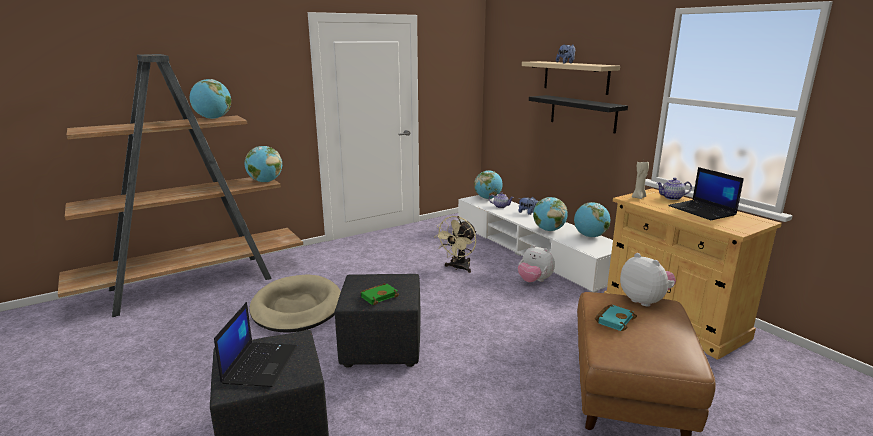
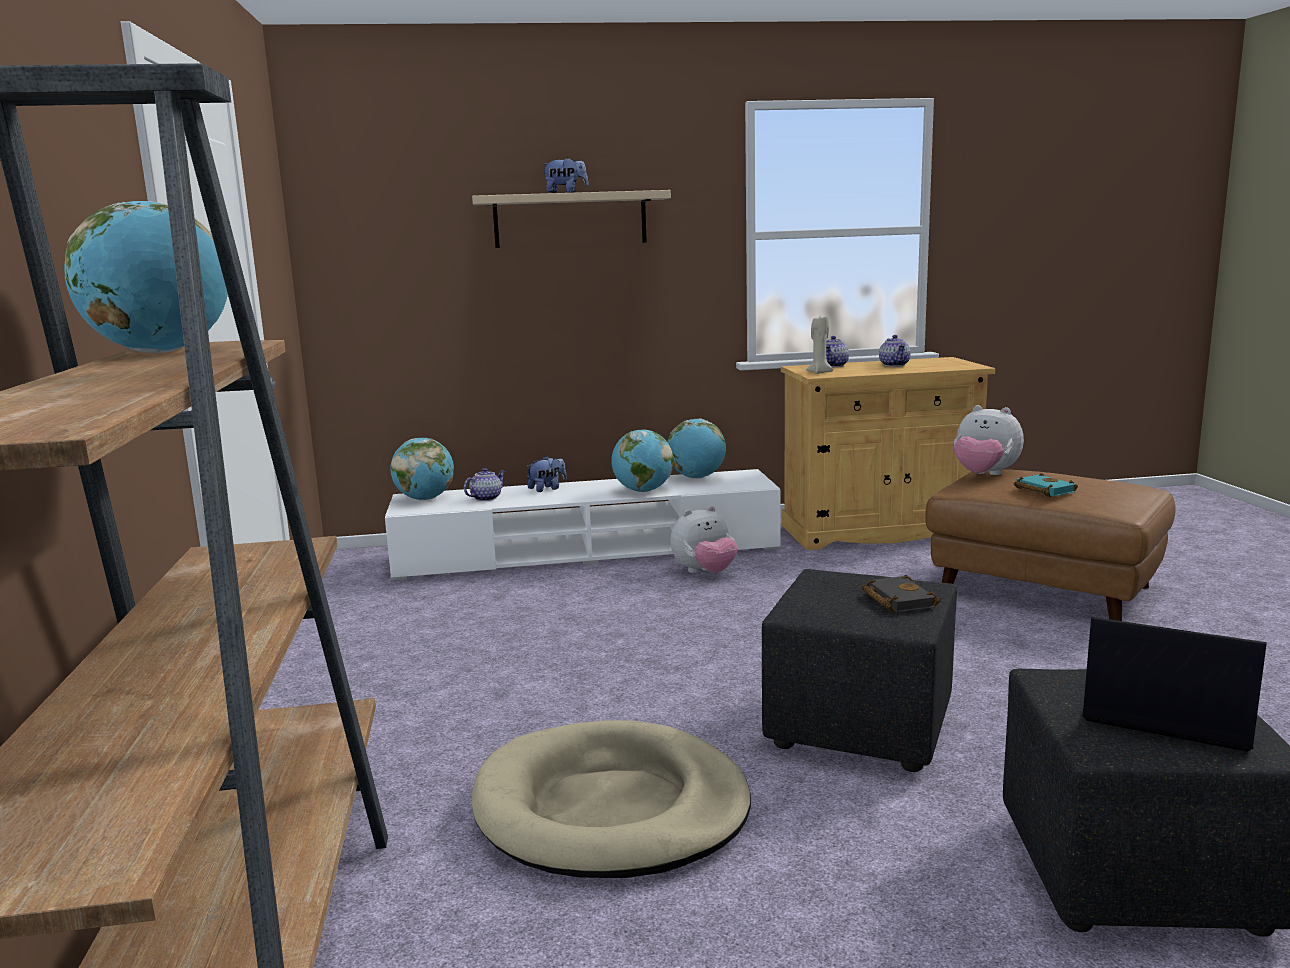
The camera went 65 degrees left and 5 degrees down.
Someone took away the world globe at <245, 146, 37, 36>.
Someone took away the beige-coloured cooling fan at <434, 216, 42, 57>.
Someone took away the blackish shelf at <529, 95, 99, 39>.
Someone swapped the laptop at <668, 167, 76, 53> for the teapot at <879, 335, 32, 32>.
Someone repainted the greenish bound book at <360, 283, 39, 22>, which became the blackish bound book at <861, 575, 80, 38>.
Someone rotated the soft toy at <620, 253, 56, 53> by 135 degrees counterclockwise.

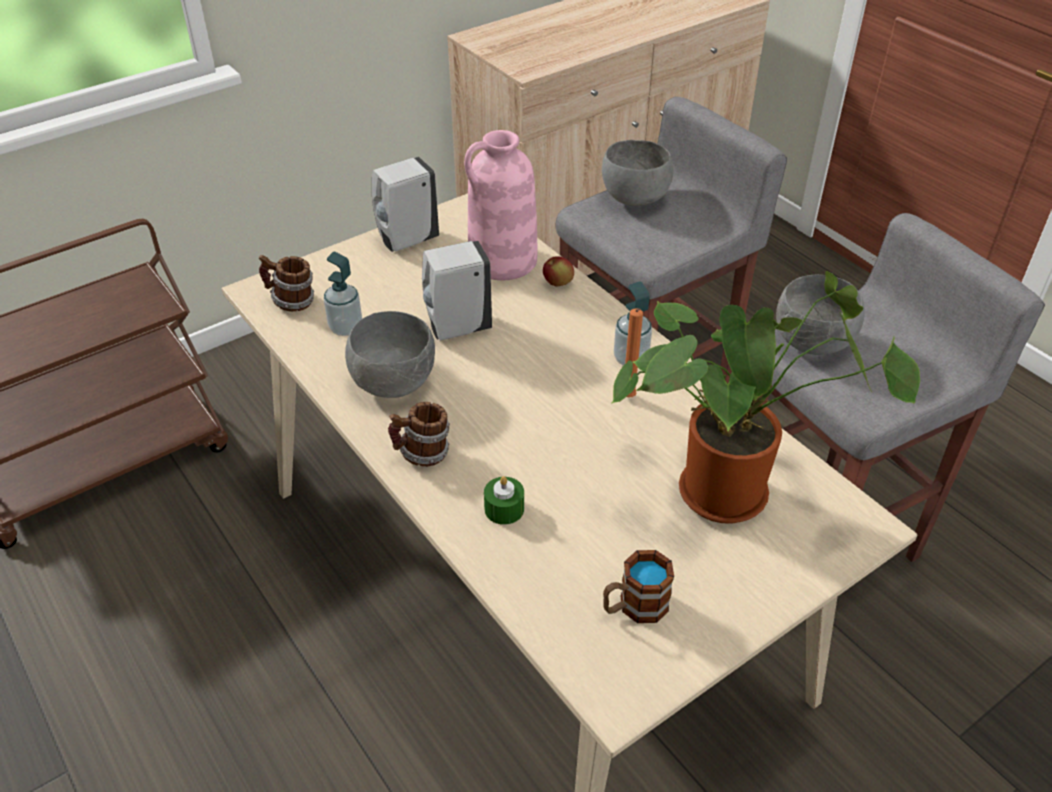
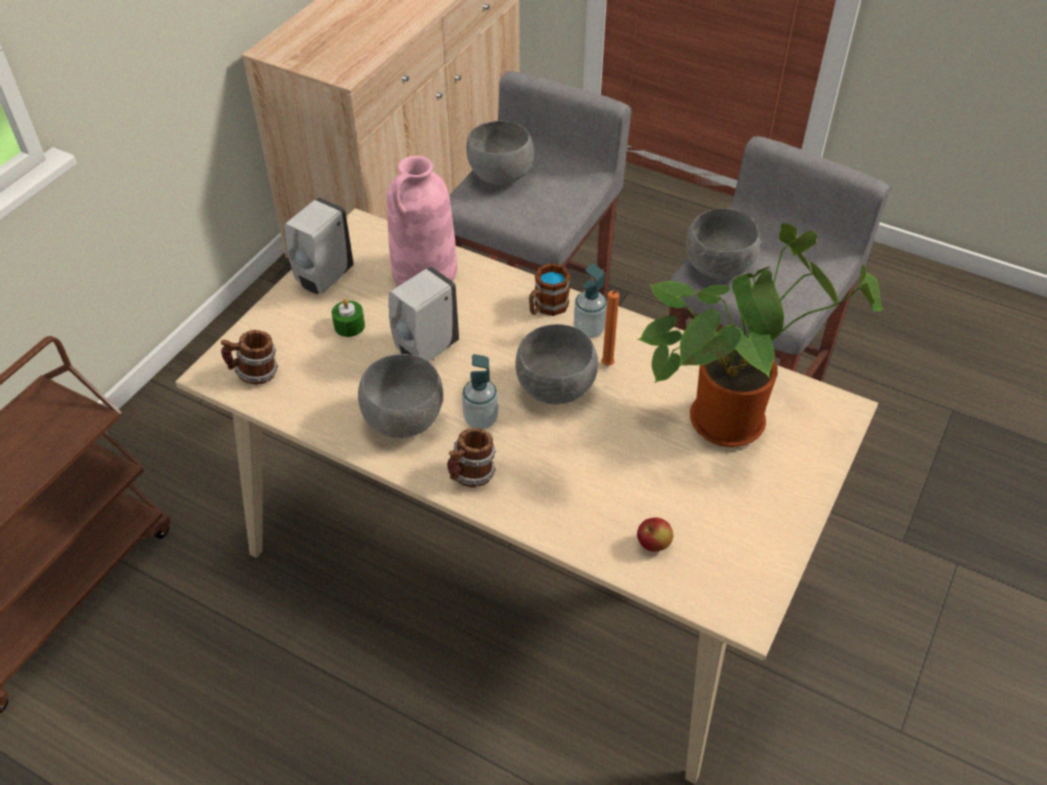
The camera went 25 degrees left and 5 degrees up.
Someone put down the greyish deep dish at <515, 324, 83, 80>.
Someone carried the soap bottle from <324, 252, 38, 84> to <462, 354, 36, 75>.
Someone carried the greenish wax light from <484, 476, 40, 49> to <331, 299, 34, 38>.
Someone carried the apple from <543, 256, 31, 31> to <637, 518, 36, 34>.
Someone carried the coffee mug from <603, 550, 71, 73> to <529, 263, 41, 53>.

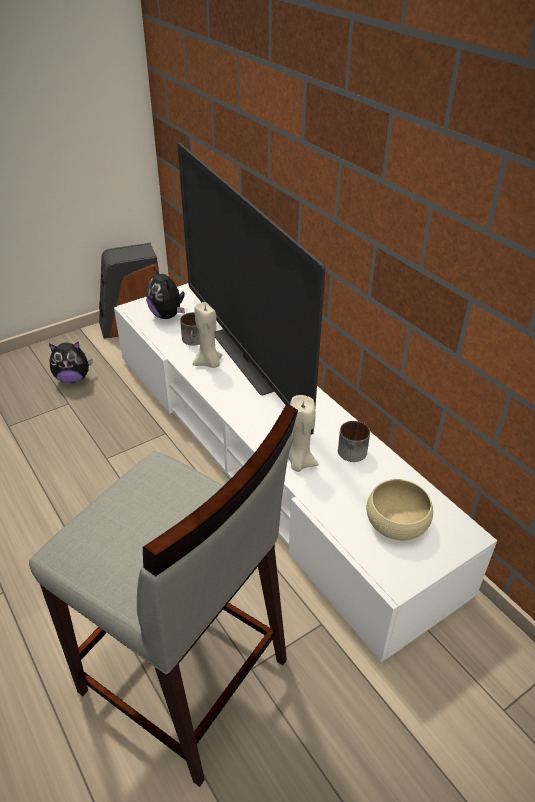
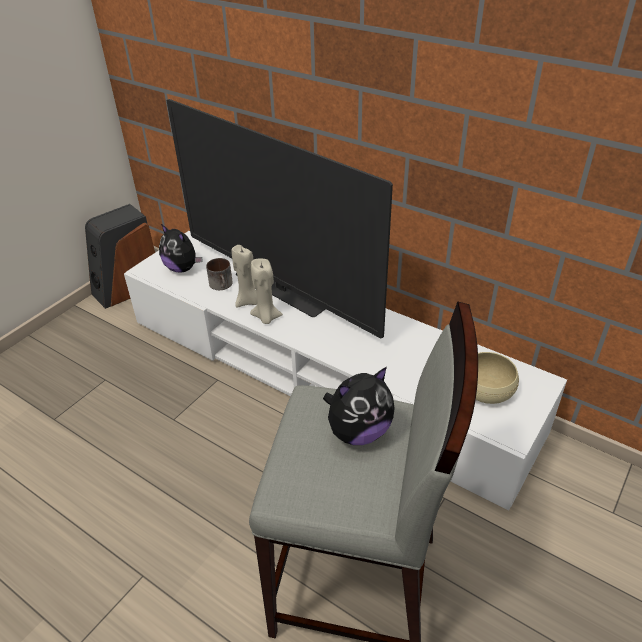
The camera went 20 degrees left and 0 degrees up.
Someone took away the coffee mug at <338, 421, 32, 41>.
Someone carried the soft toy from <49, 342, 44, 41> to <323, 367, 72, 78>.
Someone carried the beige-coloured wax light from <288, 395, 31, 77> to <250, 259, 33, 65>.

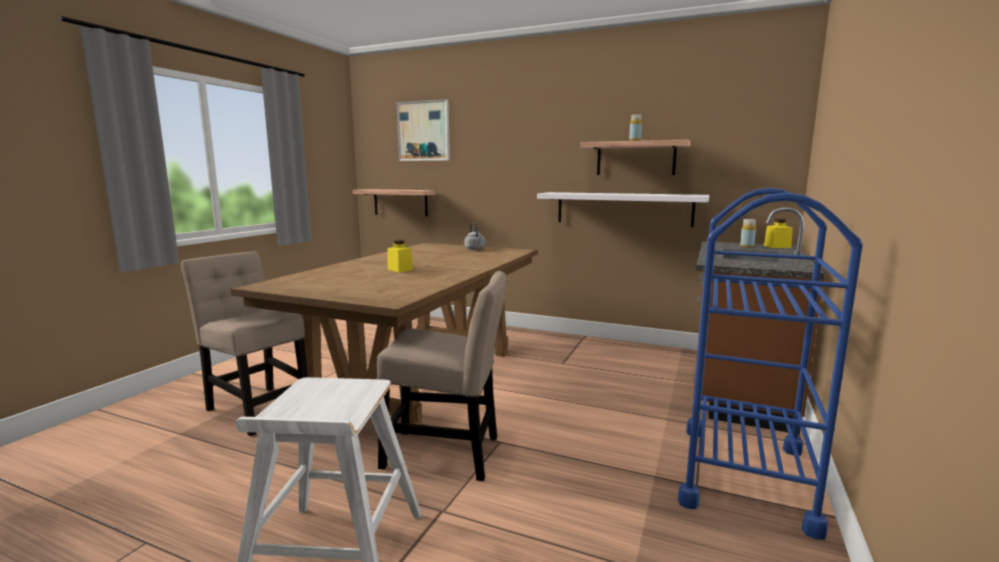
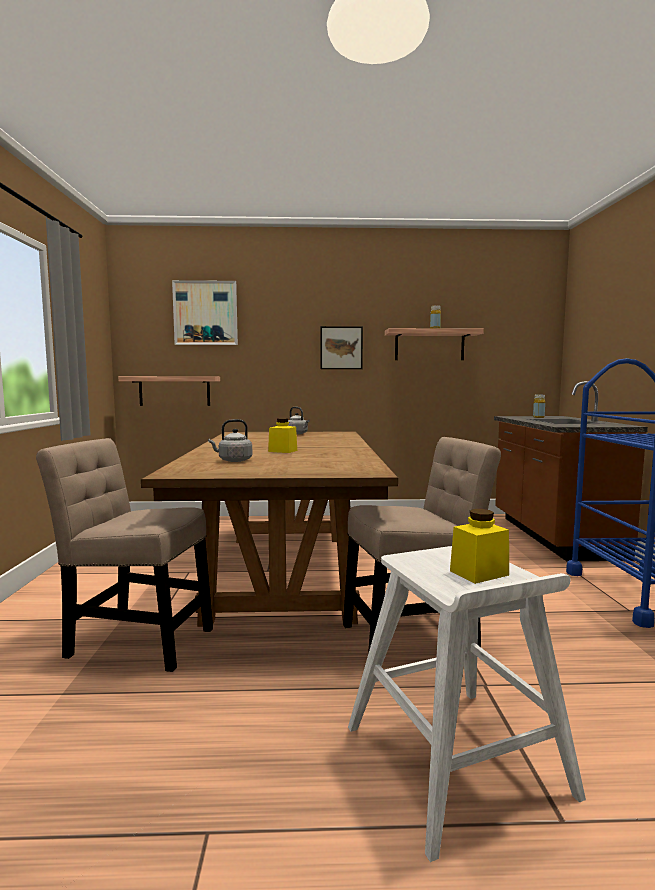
The camera went 25 degrees left and 5 degrees down.
Someone took away the whitish shelf at <537, 192, 172, 35>.
Someone put down the greyish kettle at <208, 419, 44, 43>.
Someone put up the picture at <320, 326, 43, 43>.
Someone carried the yellow storage jar from <764, 219, 29, 29> to <450, 509, 59, 75>.

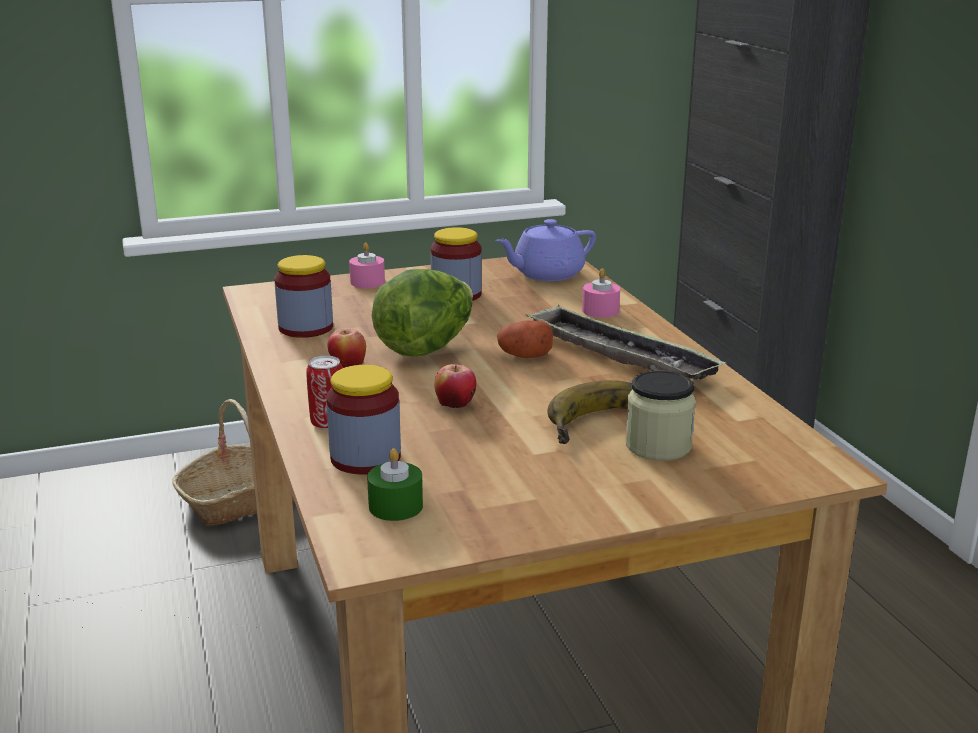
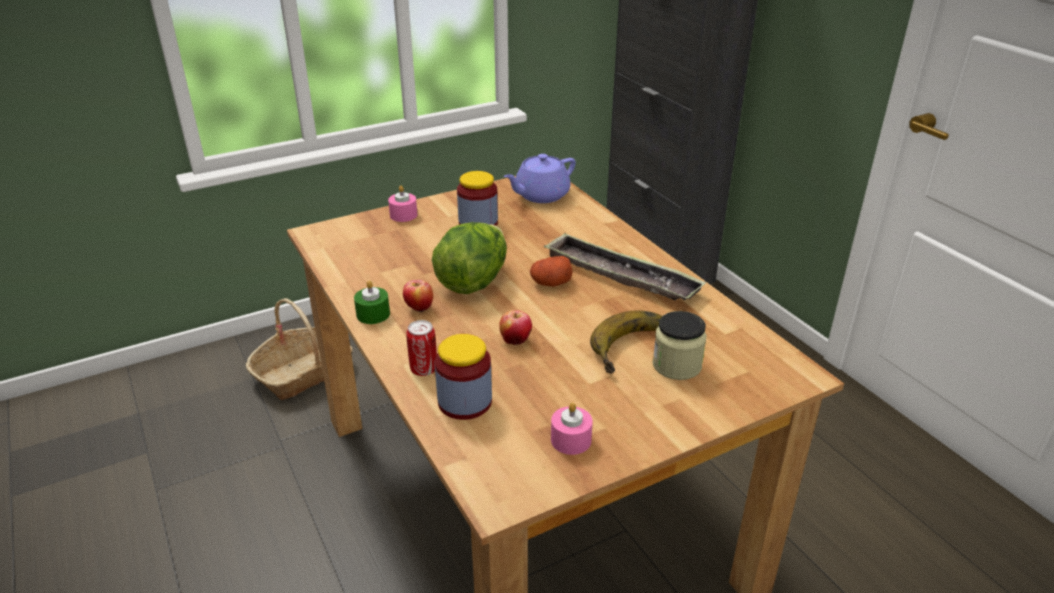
The camera went 10 degrees left and 10 degrees up.
Someone took away the storage jar at <274, 255, 59, 83>.
Someone carried the greenish wax light from <367, 448, 56, 73> to <354, 281, 36, 43>.
Someone carried the pink wax light from <582, 269, 38, 49> to <551, 403, 42, 52>.

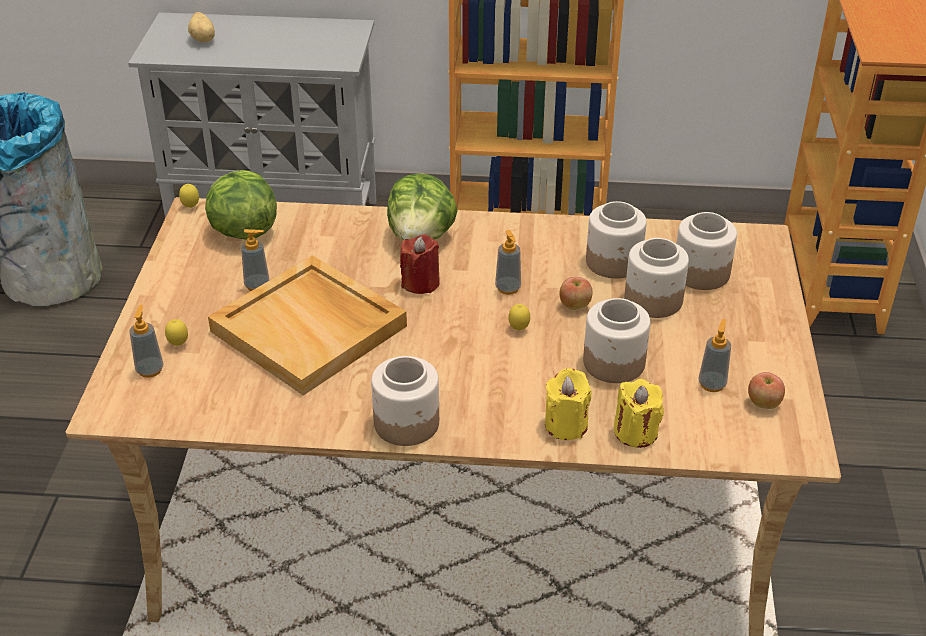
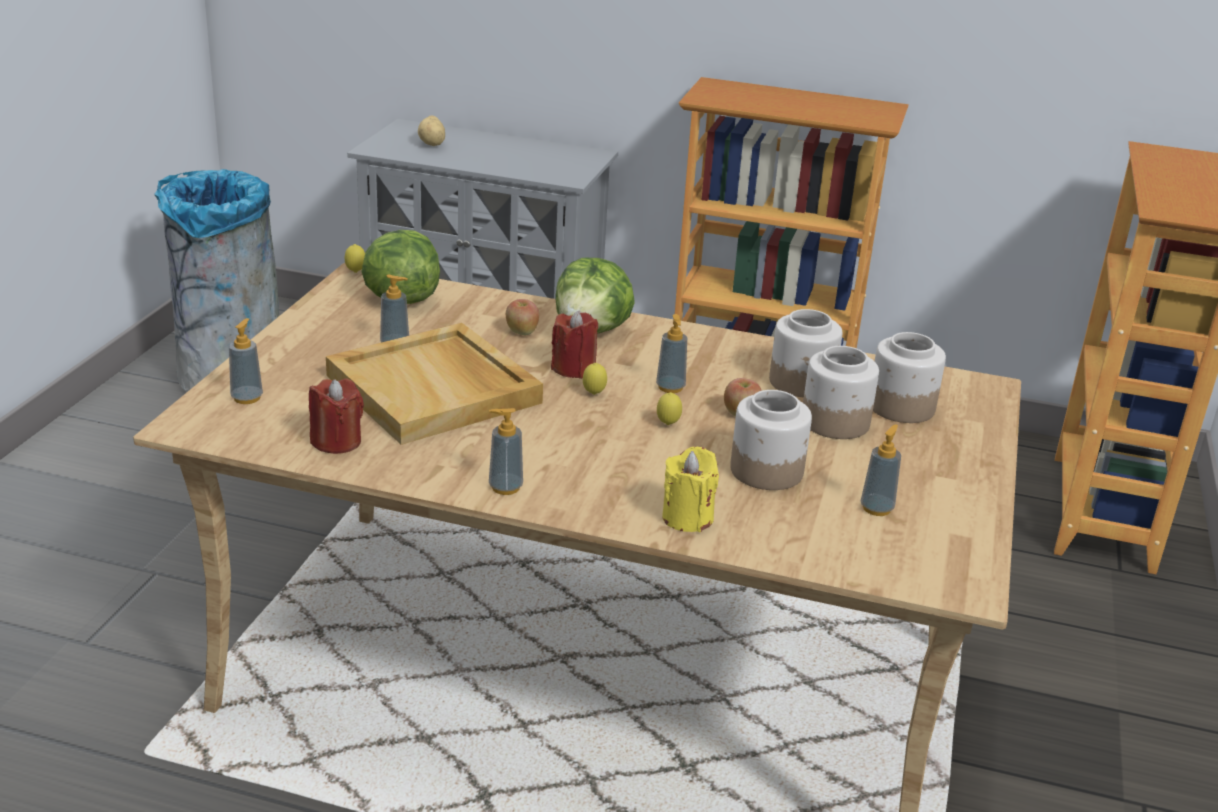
The camera went 10 degrees right and 10 degrees down.
Someone took away the yellow wax light at <614, 379, 50, 69>.
Someone put down the red-coloured wax light at <309, 378, 55, 76>.
Someone carried the lemon from <165, 319, 23, 27> to <583, 363, 24, 32>.
Someone carried the apple from <748, 372, 37, 37> to <506, 299, 33, 36>.
Someone swapped the storage jar at <371, 356, 68, 90> for the soap bottle at <489, 408, 34, 87>.

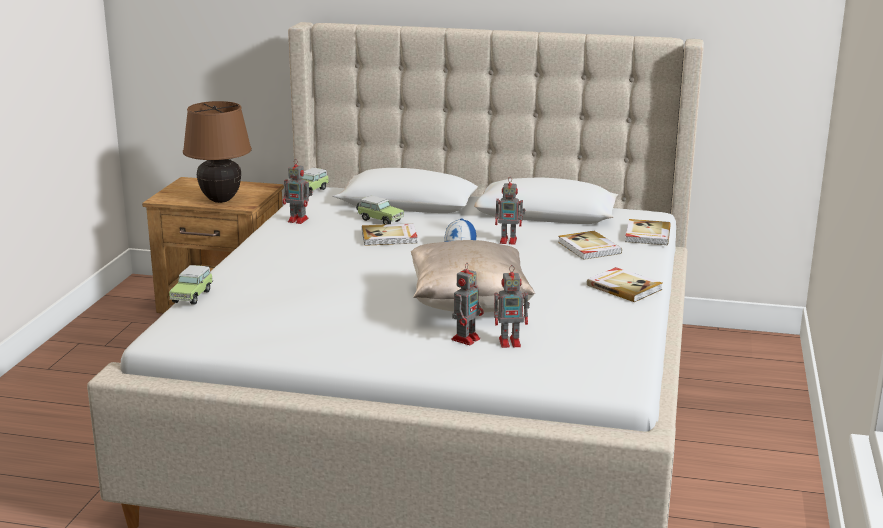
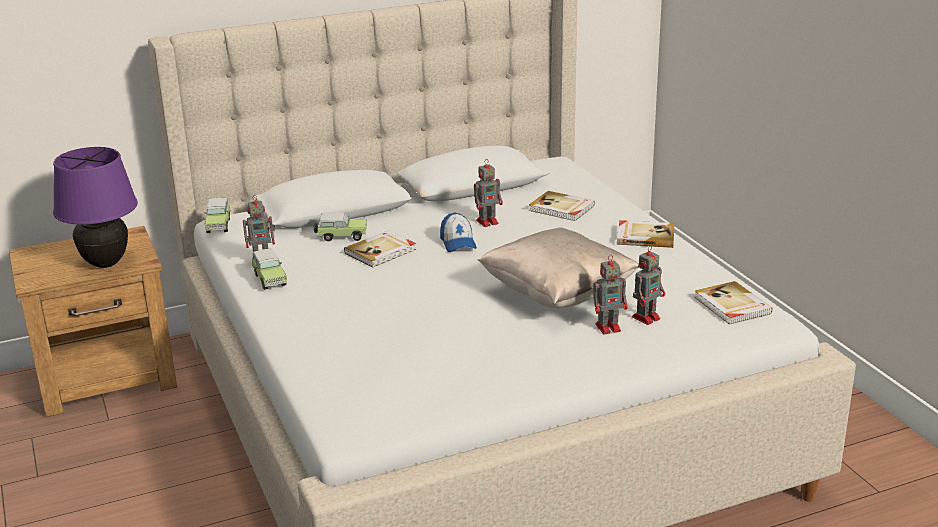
The camera went 35 degrees left and 5 degrees up.
Someone carried the miniature car from <169, 265, 44, 40> to <252, 248, 35, 42>.
Someone carried the bound book from <625, 219, 46, 26> to <694, 281, 79, 44>.
Someone repainted the brown lamp for a table at <183, 101, 69, 102>, which became the purplish lamp for a table at <53, 147, 85, 121>.
Someone rotated the robot figure at <451, 263, 33, 82> by 75 degrees clockwise.

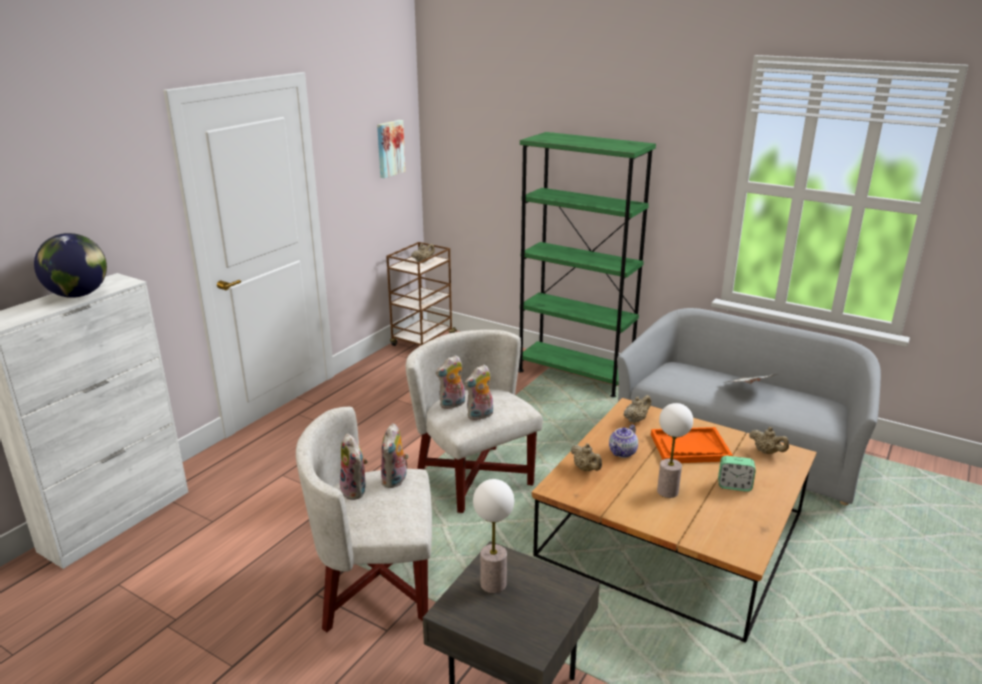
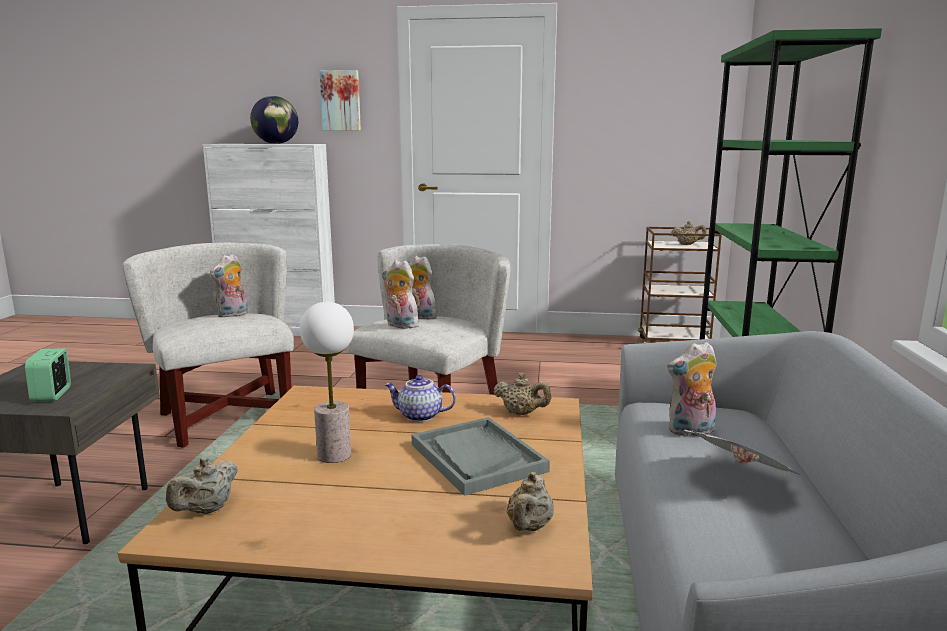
The camera went 65 degrees right and 10 degrees down.
Someone took away the lamp for a table at <473, 479, 41, 114>.
Someone carried the picture from <377, 120, 29, 58> to <320, 70, 41, 61>.
Someone carried the soft toy from <381, 423, 28, 65> to <667, 341, 49, 96>.
Someone carried the beige-coloured teapot from <571, 443, 31, 28> to <166, 457, 72, 57>.
Someone carried the table clock from <718, 456, 38, 36> to <25, 348, 46, 54>.
Someone repainted the orange-coloured serving tray at <651, 427, 82, 36>, which became the greyish serving tray at <412, 417, 138, 79>.

